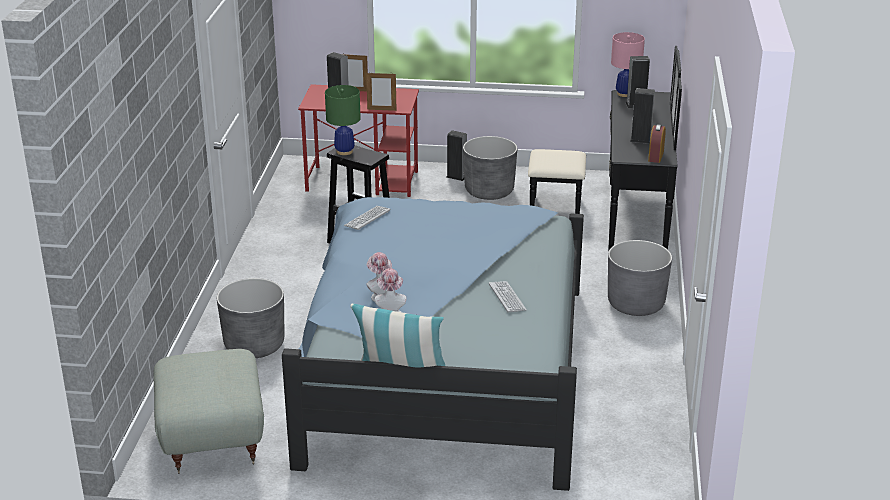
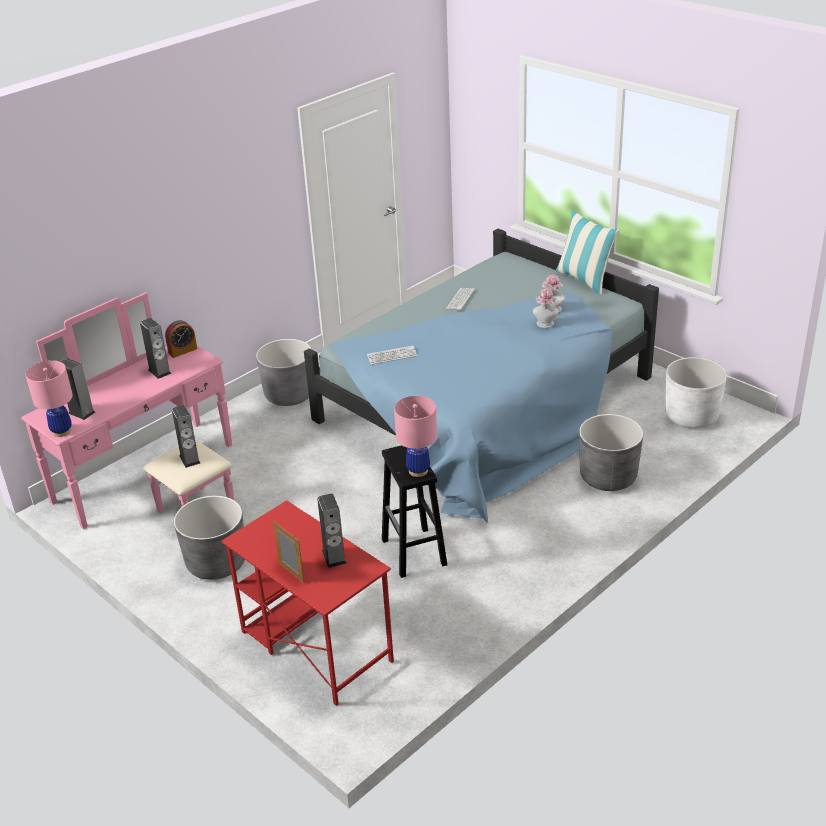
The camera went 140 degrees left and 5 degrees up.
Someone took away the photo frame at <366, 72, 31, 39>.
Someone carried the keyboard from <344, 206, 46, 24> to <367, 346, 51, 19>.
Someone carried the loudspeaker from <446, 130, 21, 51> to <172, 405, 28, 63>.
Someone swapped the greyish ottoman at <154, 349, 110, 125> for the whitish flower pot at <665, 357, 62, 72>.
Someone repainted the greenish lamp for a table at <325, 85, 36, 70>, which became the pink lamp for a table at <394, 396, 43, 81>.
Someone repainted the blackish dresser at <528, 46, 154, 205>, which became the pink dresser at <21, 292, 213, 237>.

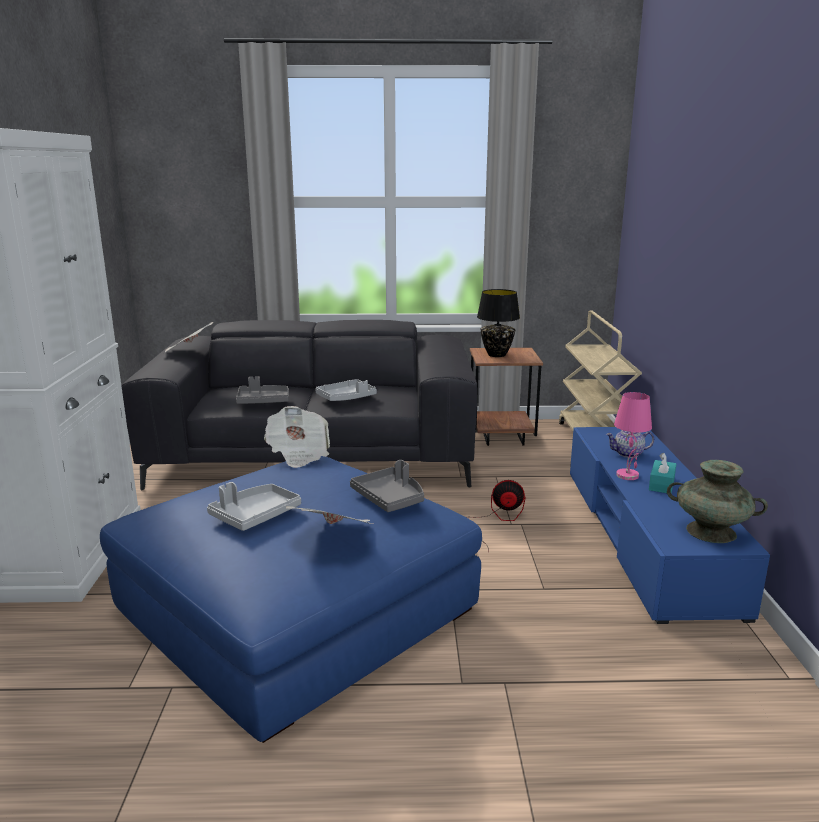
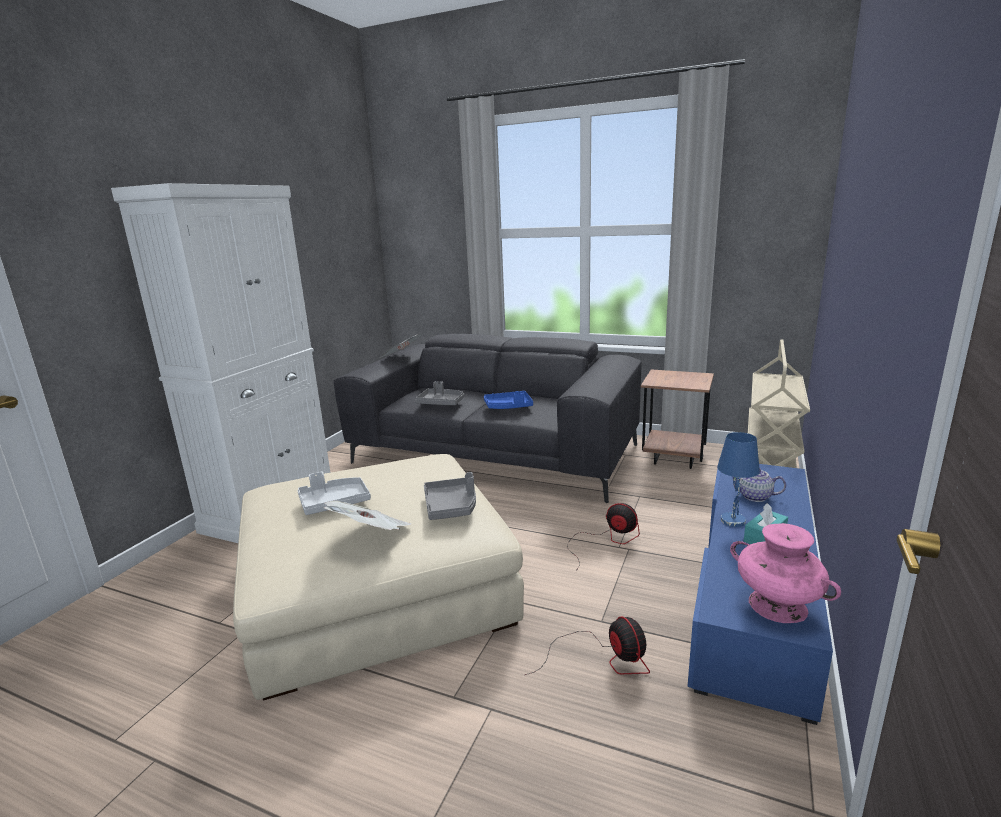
The camera went 25 degrees right and 0 degrees up.
Someone took away the daily paper at <264, 406, 66, 62>.
Someone took away the blackish lamp for a table at <477, 289, 43, 68>.
Someone put down the cooling fan at <525, 616, 125, 59>.
Someone repainted the blue ottoman at <100, 456, 382, 287>, which became the beige-coloured ottoman at <233, 454, 291, 246>.
Someone repainted the greyish serving tray at <315, 379, 62, 22>, which became the blue serving tray at <484, 391, 49, 18>.
Someone repainted the pink lamp for a table at <614, 392, 38, 88>, which became the blue lamp for a table at <717, 432, 43, 95>.
Someone repainted the blue-green flower vase at <667, 460, 101, 83>, which became the pink flower vase at <730, 523, 111, 100>.

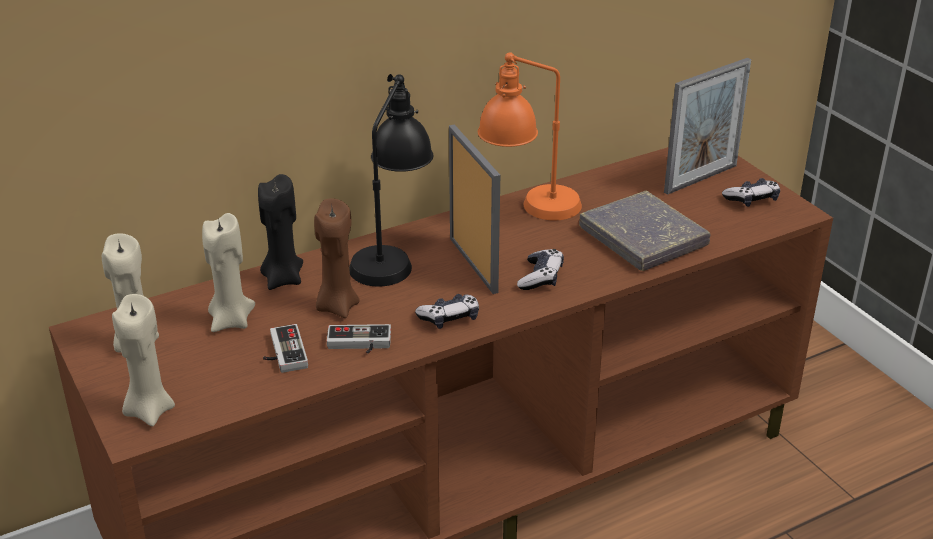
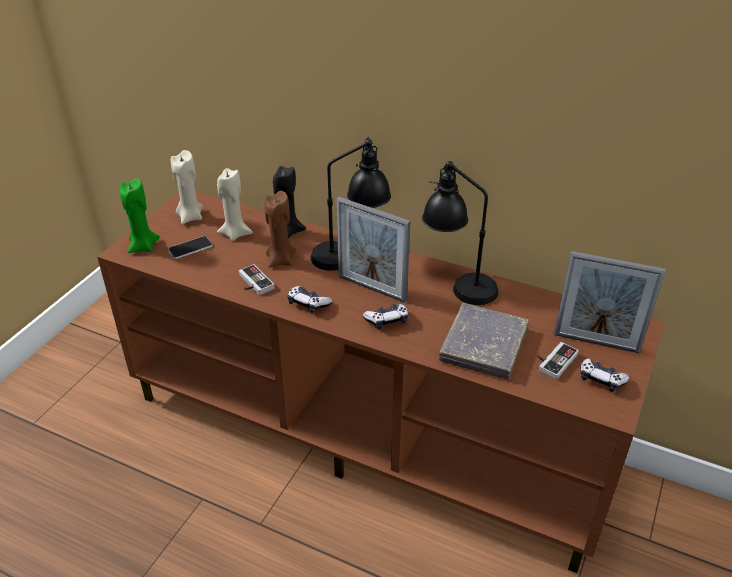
The camera went 55 degrees right and 5 degrees up.
Someone put down the phone at <168, 236, 45, 23>.
Someone carried the joypad from <263, 324, 45, 49> to <537, 342, 42, 38>.
Someone repainted the beige-coloured wax light at <112, 294, 63, 133>, which became the greenish wax light at <120, 178, 40, 75>.
Someone repainted the orange-coloured lamp for a table at <478, 52, 104, 169>, which became the blackish lamp for a table at <422, 161, 77, 144>.
Someone rotated the photo frame at <449, 124, 51, 170> by 90 degrees clockwise.

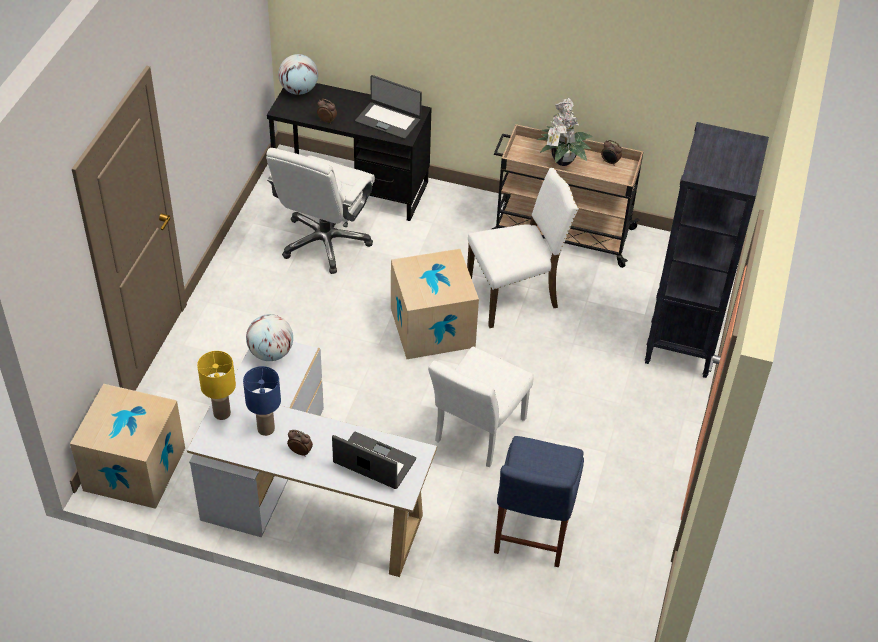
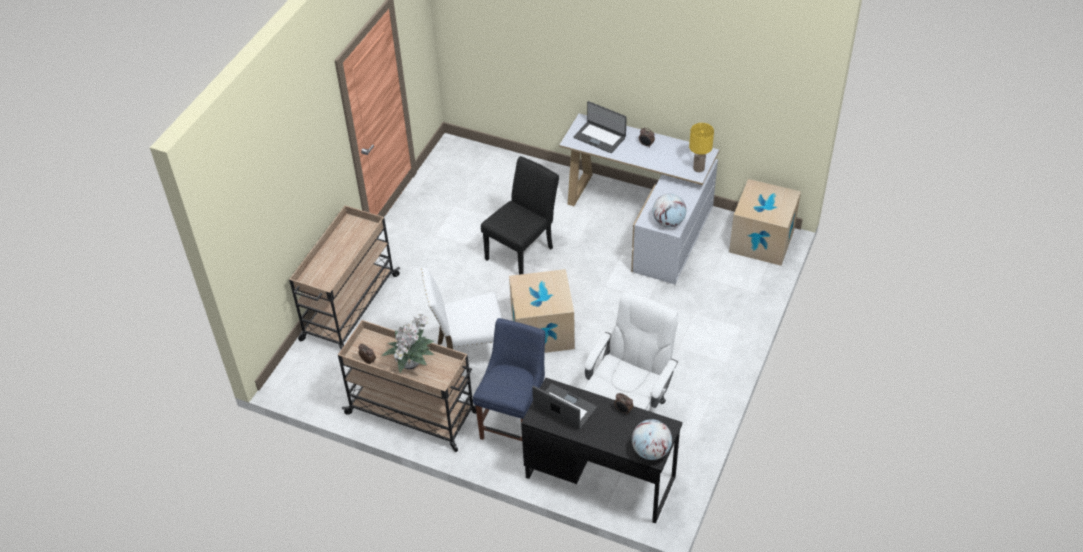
The camera went 170 degrees left and 0 degrees up.
Someone took away the blue lamp for a table at <243, 366, 38, 70>.
Someone carried the blue chair from <494, 436, 90, 131> to <473, 318, 73, 123>.
Someone swapped the blackish shelving unit at <645, 122, 124, 256> for the beige-coloured trolley at <289, 206, 111, 143>.
Someone repainted the whitish chair at <428, 347, 106, 120>, which became the blackish chair at <481, 156, 78, 119>.

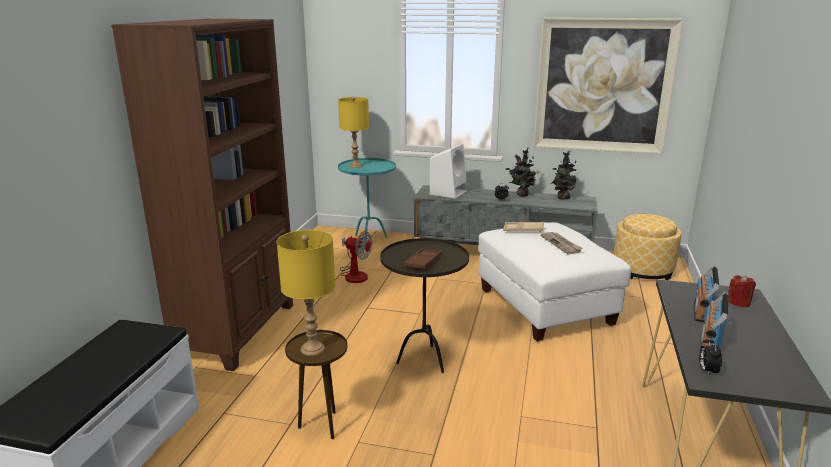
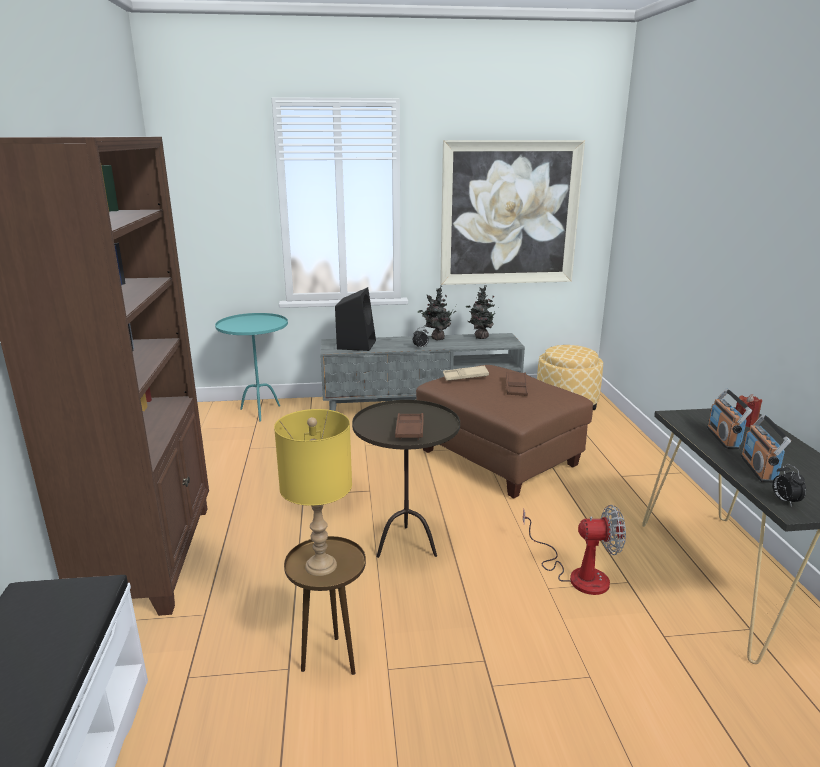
The camera went 20 degrees left and 0 degrees up.
Someone took away the yellow lamp for a table at <338, 97, 31, 71>.
Someone carried the cooling fan from <340, 231, 32, 52> to <523, 505, 103, 90>.
Someone swapped the daily paper at <540, 232, 43, 22> for the brown serving tray at <506, 371, 22, 25>.
Someone repainted the whitish loudspeaker at <430, 144, 37, 55>, which became the blackish loudspeaker at <335, 287, 41, 64>.
Someone repainted the whitish ottoman at <478, 222, 153, 120>, which became the brown ottoman at <416, 365, 177, 133>.

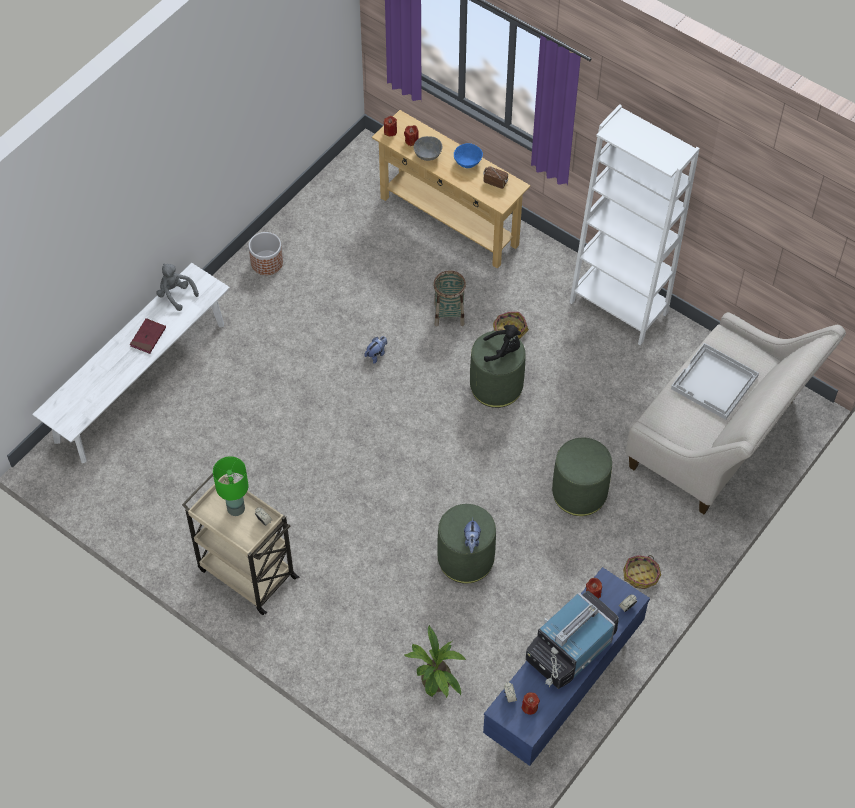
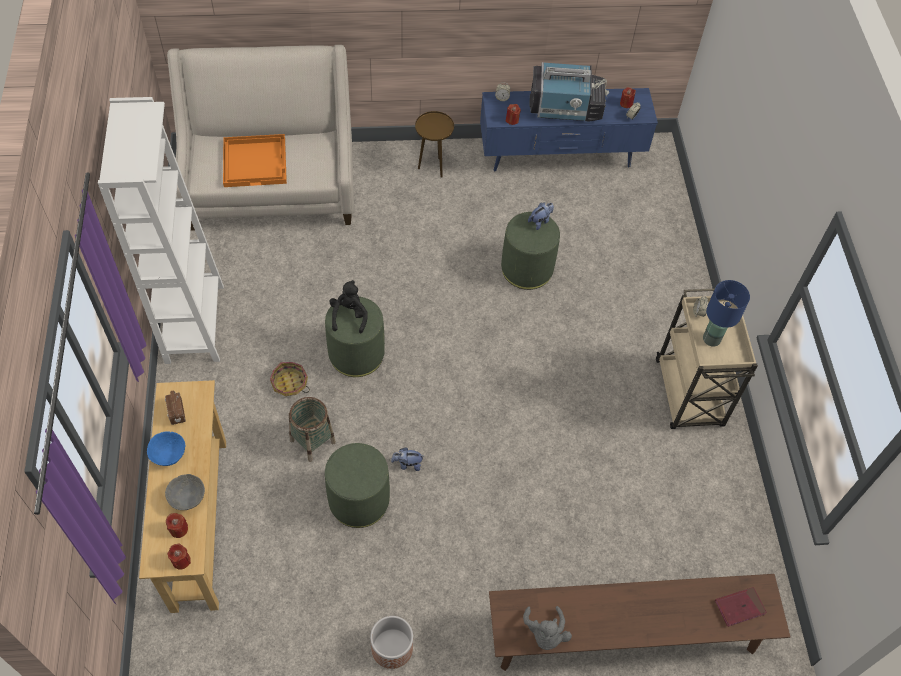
The camera went 135 degrees left and 0 degrees up.
Someone took away the houseplant at <403, 625, 63, 73>.
Someone carried the red-coloured bound book from <130, 318, 36, 36> to <715, 587, 52, 40>.
Someone carried the greenish ottoman from <552, 438, 60, 78> to <325, 443, 65, 85>.
Someone swapped the basket at <623, 555, 38, 34> for the brown accent table at <415, 111, 39, 67>.
Someone repainted the whitish bench at <32, 263, 198, 200>, which became the brown bench at <489, 574, 301, 97>.
Someone repainted the greenish lamp for a table at <213, 456, 35, 60>, which became the blue lamp for a table at <703, 280, 47, 66>.
Someone repainted the whitish serving tray at <671, 343, 88, 77>, which became the orange-coloured serving tray at <223, 134, 64, 53>.
Someone rotated the blackish soft toy at <484, 325, 37, 37> by 45 degrees clockwise.

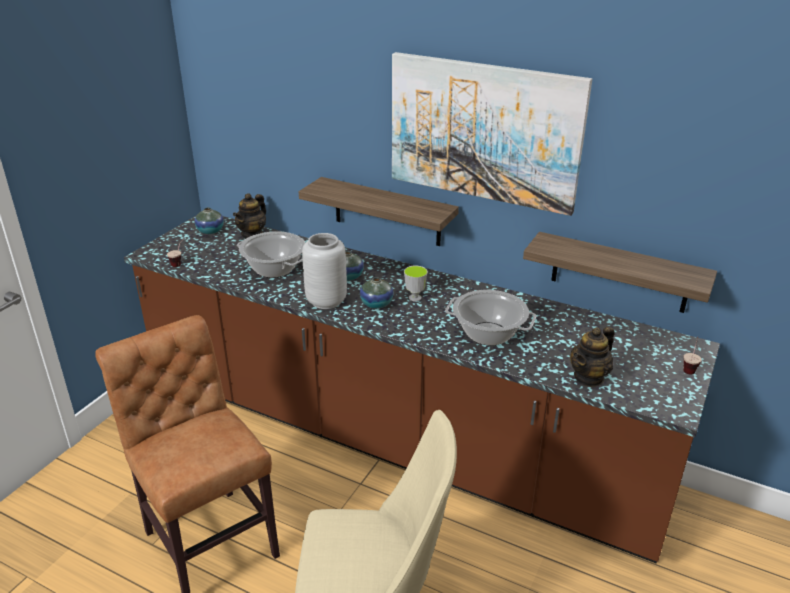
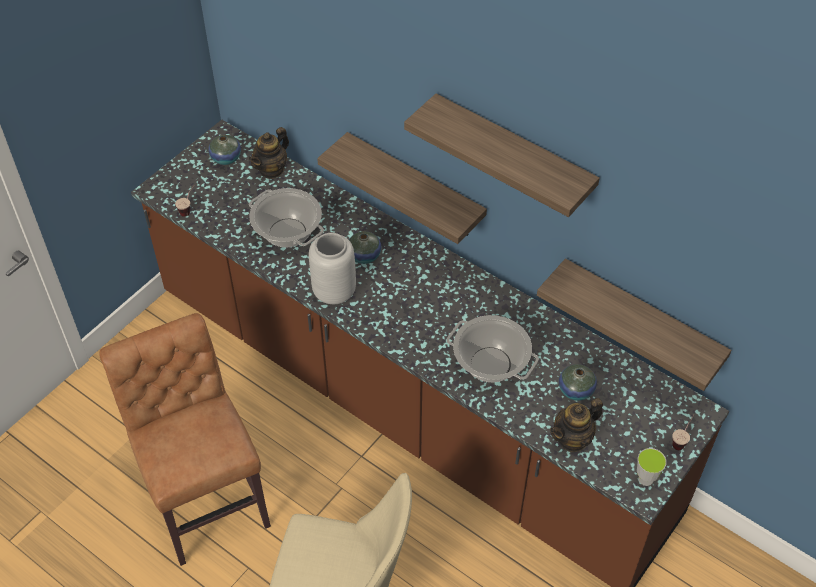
The camera went 10 degrees right and 20 degrees up.
Someone carried the flower vase from <360, 277, 33, 32> to <559, 364, 38, 37>.
Someone carried the cup from <404, 266, 24, 35> to <637, 448, 30, 38>.
Someone swapped the picture at <392, 52, 200, 164> for the shelf at <404, 94, 196, 123>.

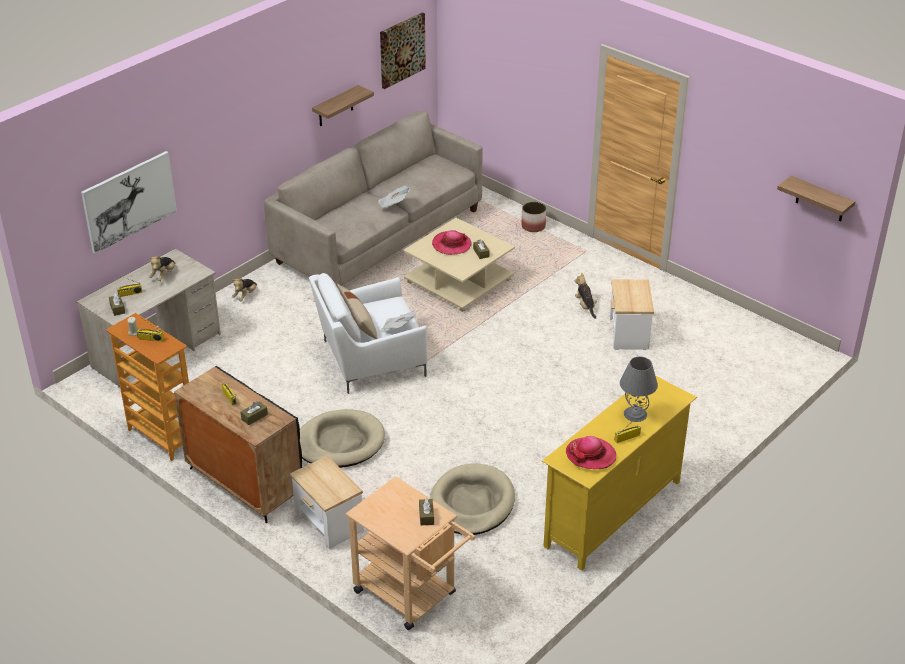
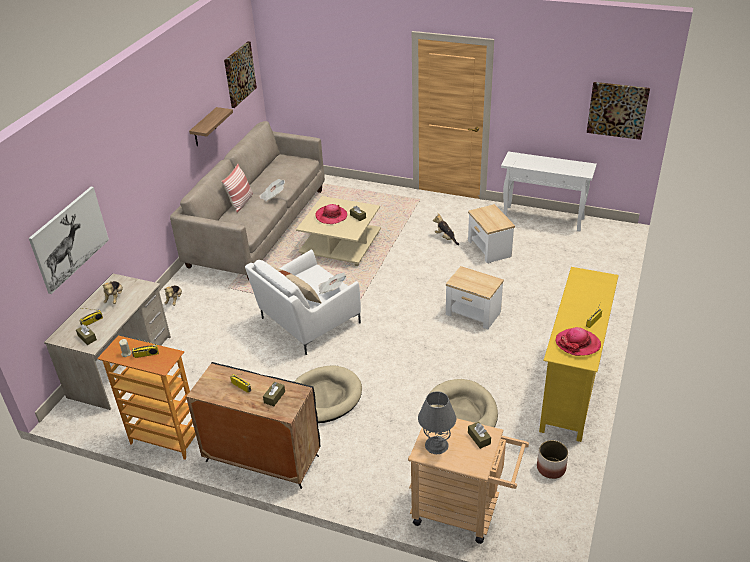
The camera went 20 degrees left and 0 degrees up.
Someone put down the pillow at <221, 164, 32, 49>.
Someone put down the whitish console table at <501, 151, 96, 81>.
Someone carried the accent table from <290, 456, 74, 93> to <446, 266, 58, 63>.
Someone carried the flower pot from <521, 202, 25, 30> to <537, 440, 31, 39>.
Someone carried the greyish lamp for a table from <620, 357, 38, 65> to <418, 391, 38, 63>.
Someone swapped the shelf at <777, 176, 78, 45> for the picture at <587, 82, 63, 58>.

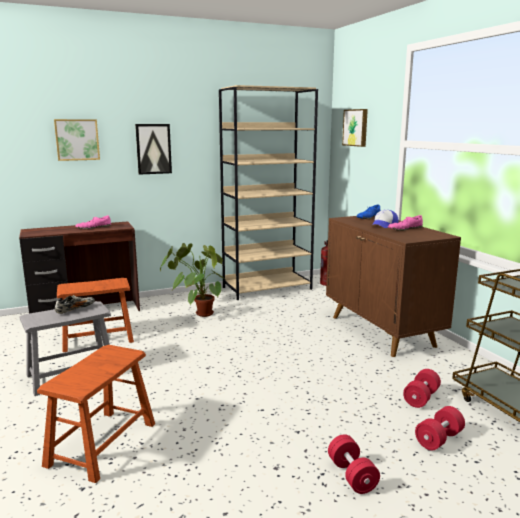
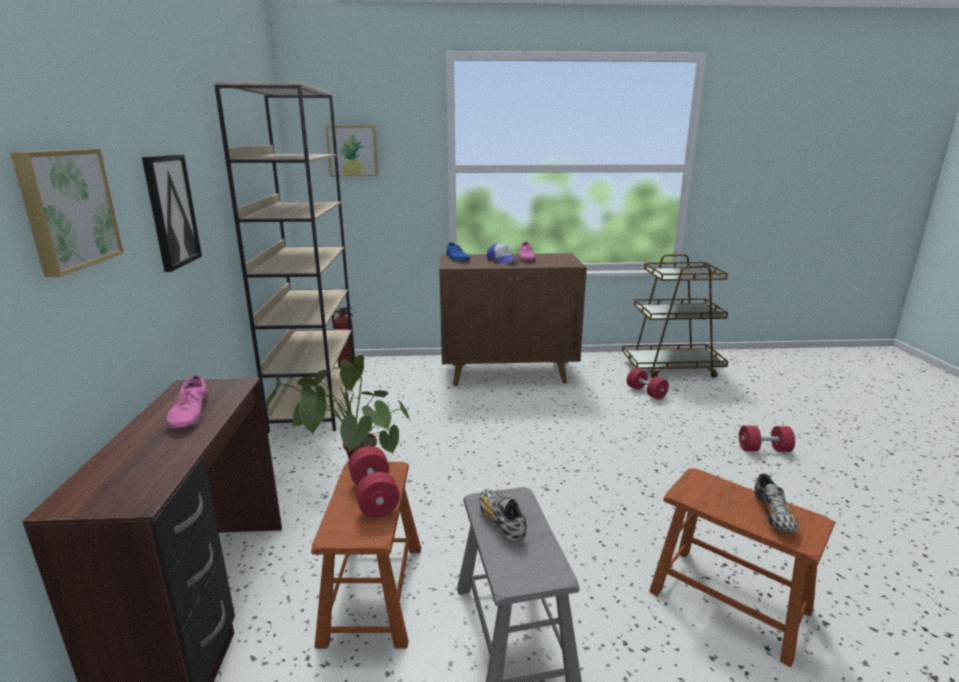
The camera went 70 degrees left and 5 degrees up.
Someone put down the item of footwear at <754, 473, 44, 61>.
Someone carried the red-coloured hand weight from <415, 406, 50, 44> to <348, 446, 52, 71>.

